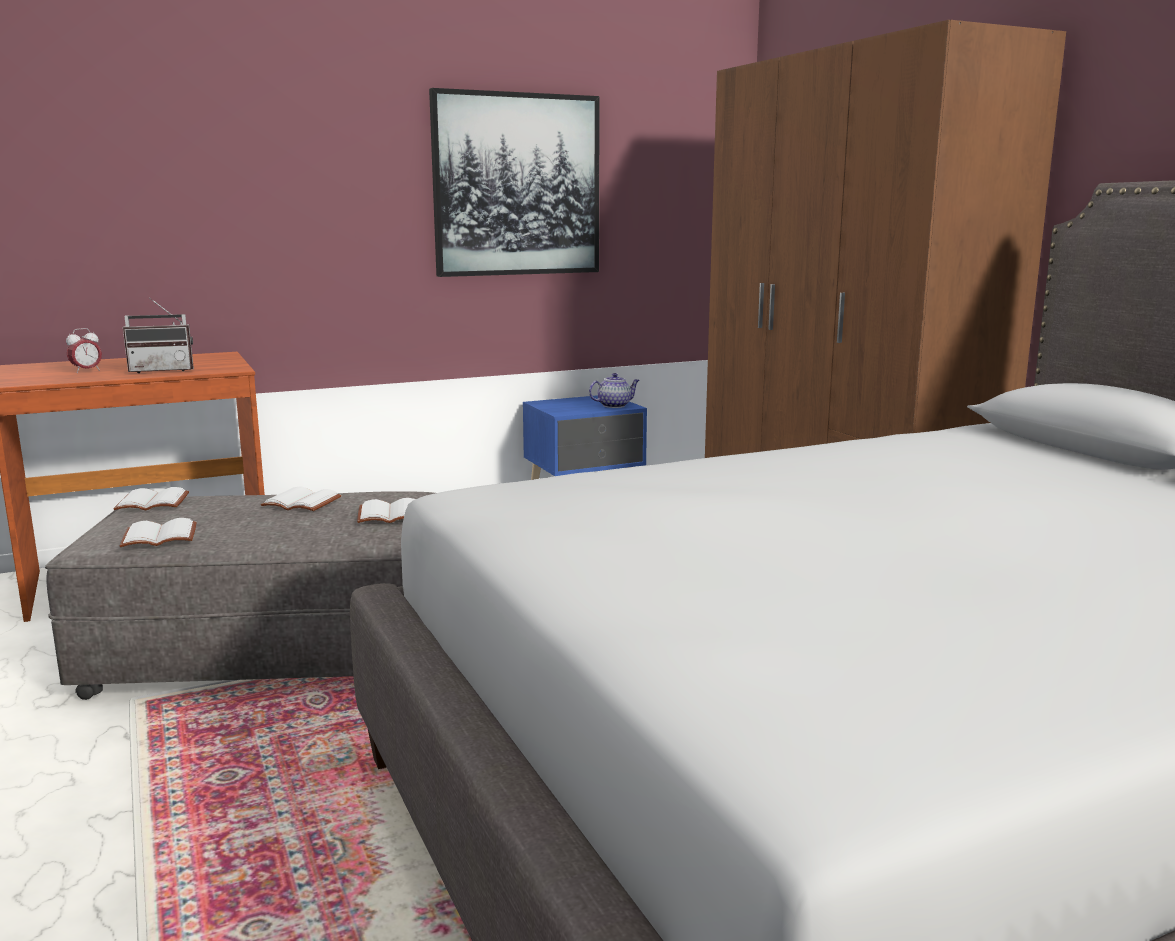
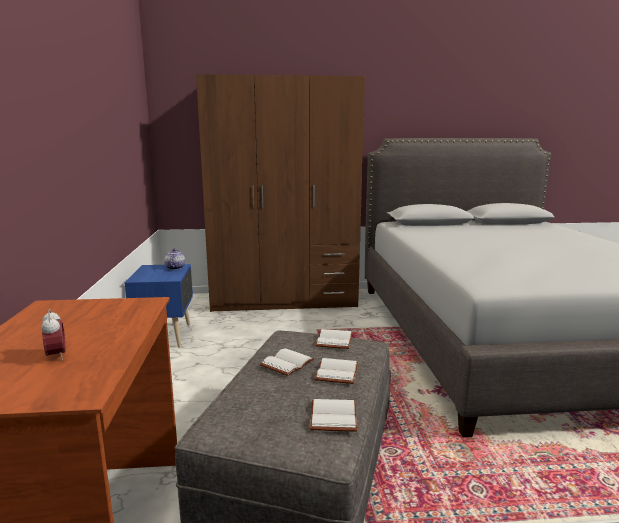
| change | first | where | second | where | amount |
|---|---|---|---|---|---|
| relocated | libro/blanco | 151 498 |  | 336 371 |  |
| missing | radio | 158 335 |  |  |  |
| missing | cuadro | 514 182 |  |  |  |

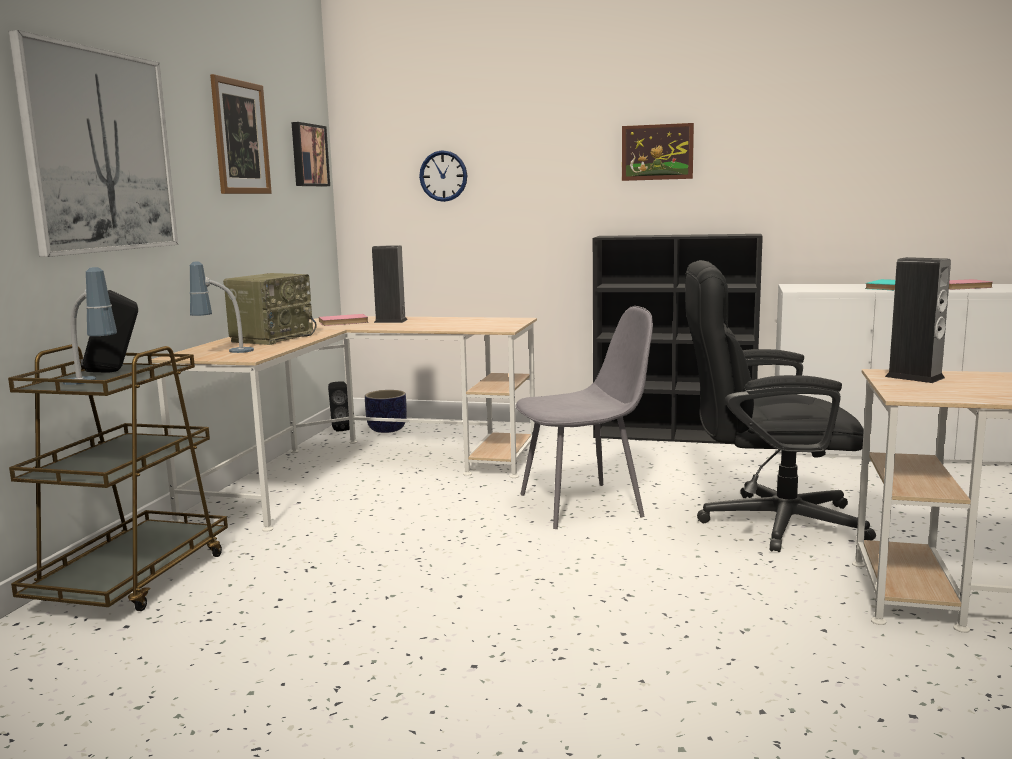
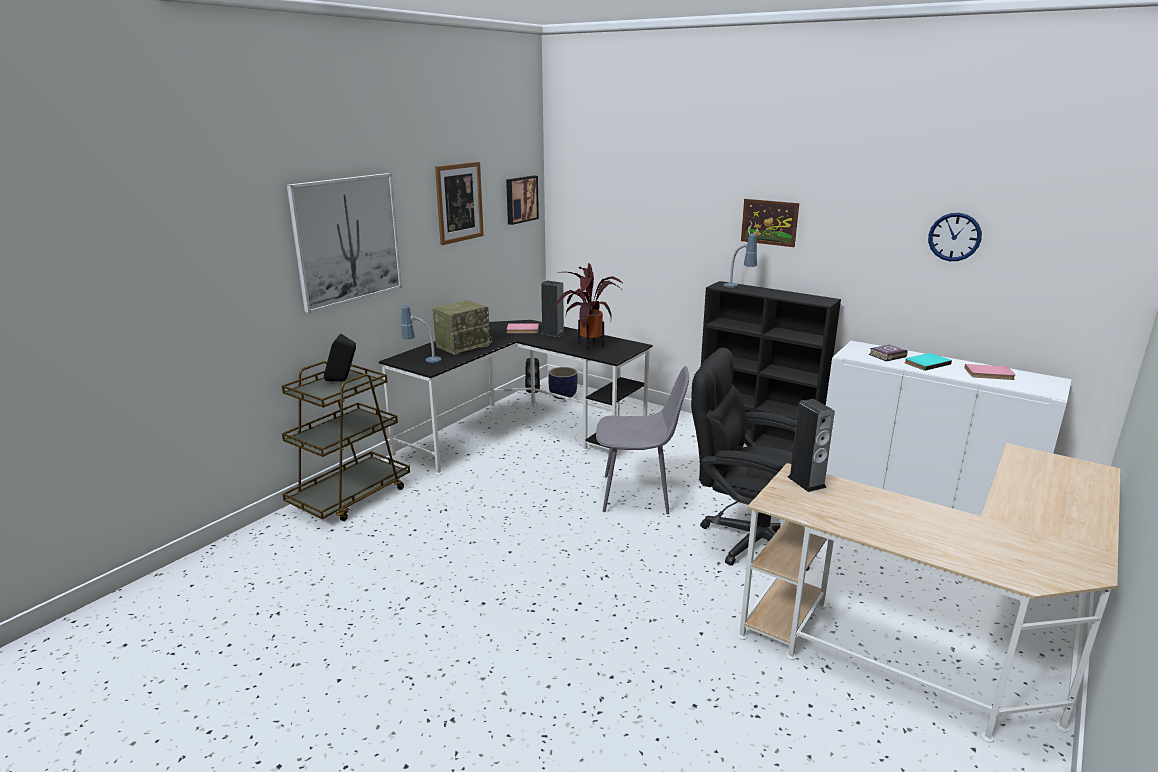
| change | first | where | second | where | amount |
|---|---|---|---|---|---|
| colour | escritorio/beis | 345 424 | escritorio/negro | 516 397 |  |
| appeared |  |  | planta en maceta | 588 306 |  |
| relocated | lámpara de mesa | 90 326 |  | 740 260 |  |
| appeared |  |  | libro | 888 353 |  |
| relocated | reloj de pared | 443 176 |  | 955 237 |  |

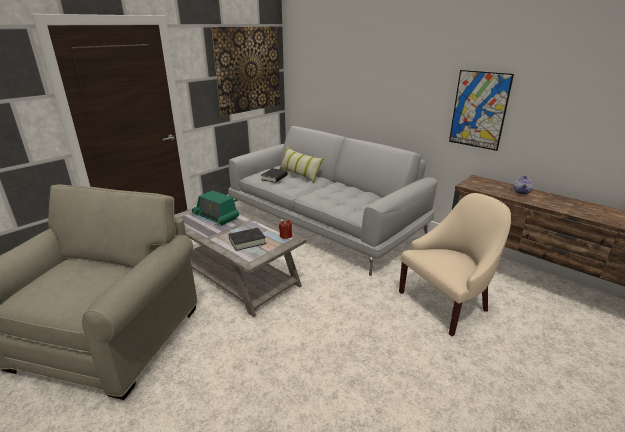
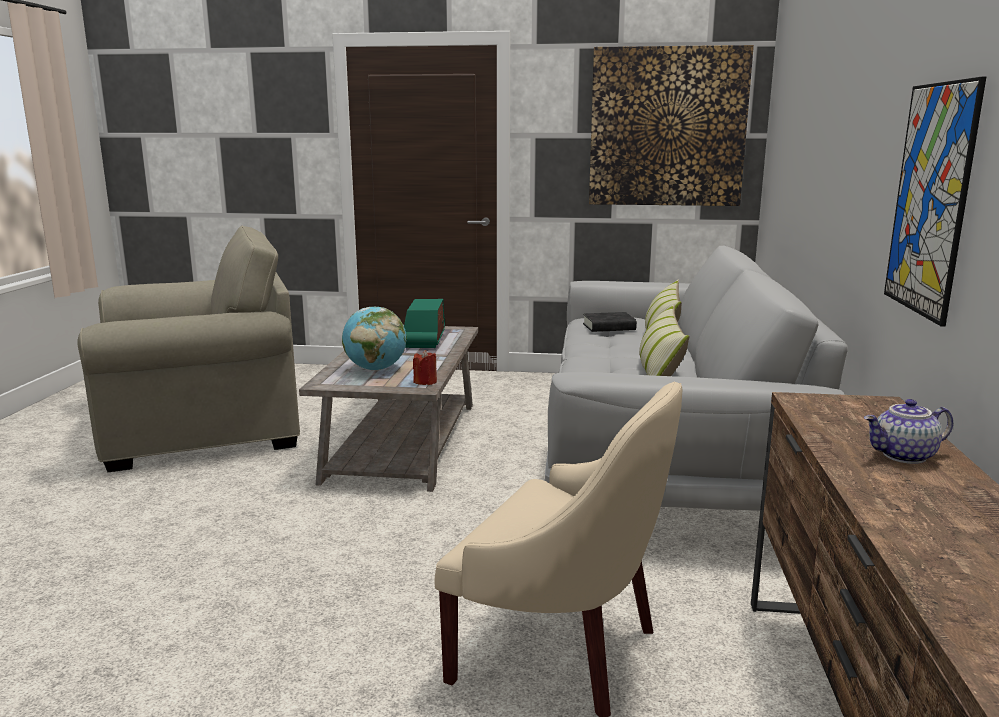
| change | first | where | second | where | amount |
|---|---|---|---|---|---|
| exchanged | libro/negro | 247 239 | globo terráqueo | 374 339 |  |
| appeared |  |  | cojín | 664 340 |  |

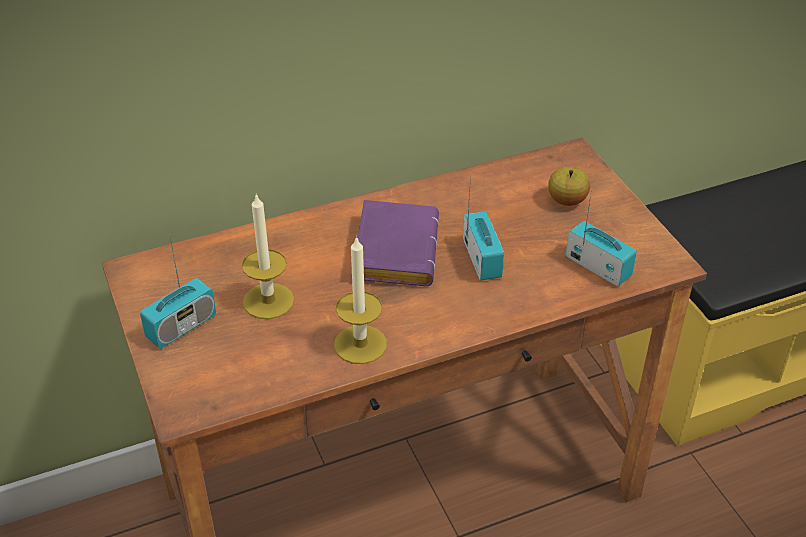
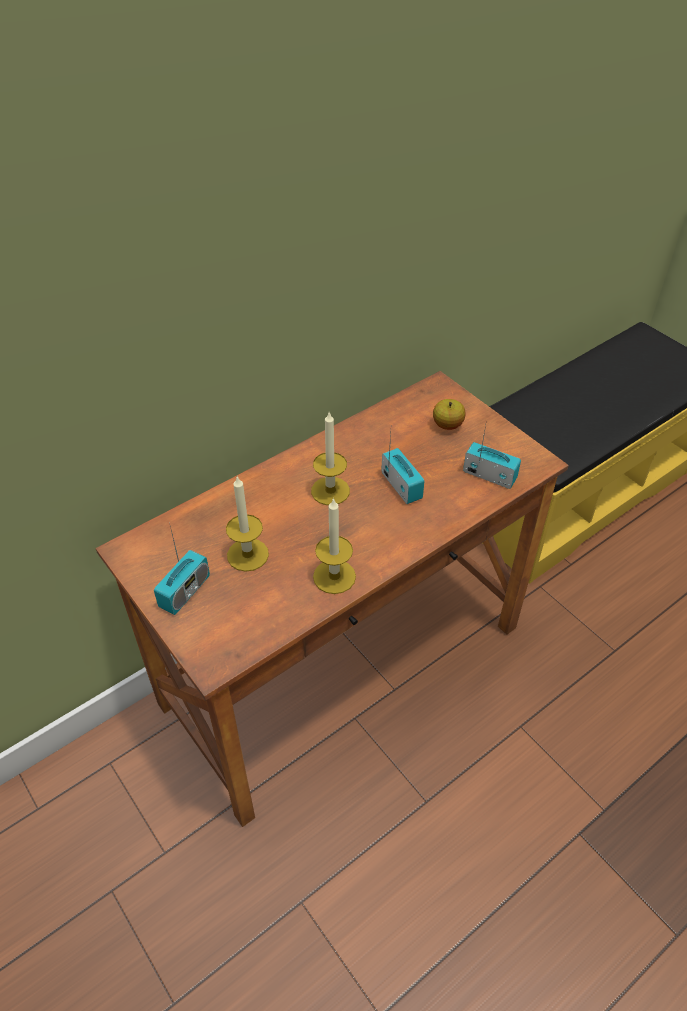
| change | first | where | second | where | amount |
|---|---|---|---|---|---|
| exchanged | libro/morado | 398 243 | vela | 330 458 |  |

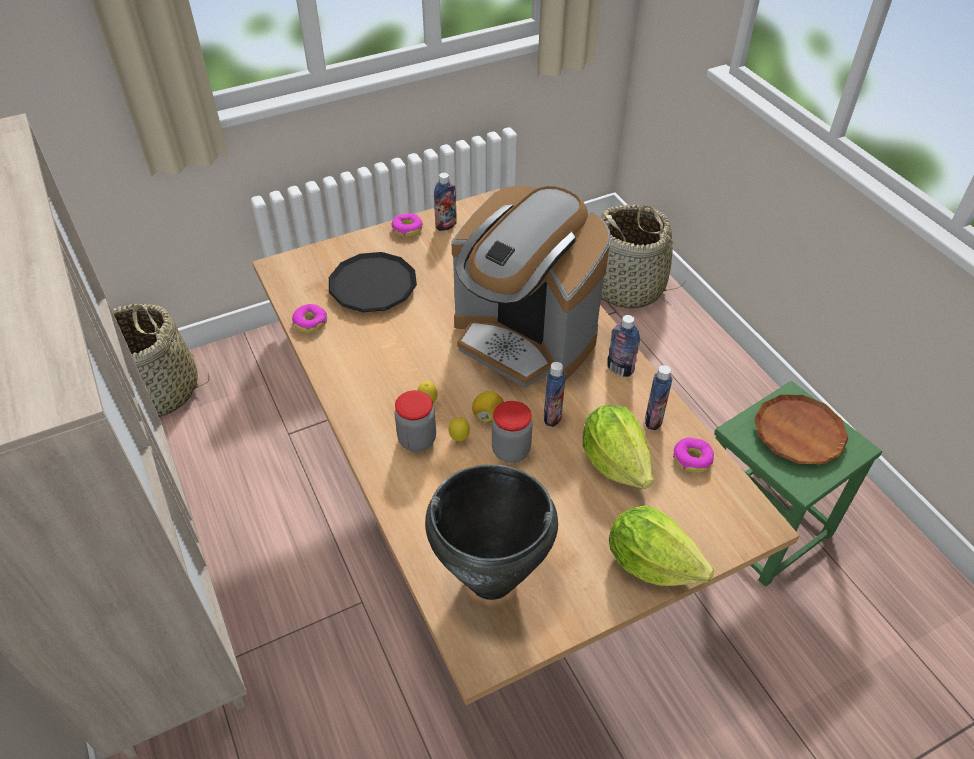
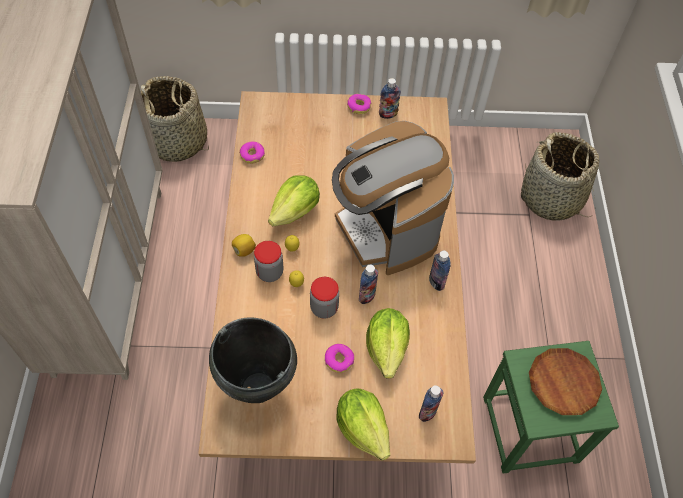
| change | first | where | second | where | amount |
|---|---|---|---|---|---|
| relocated | limón | 488 407 |  | 244 245 |  |
| appeared |  |  | lechuga | 294 200 |  |
| relocated | rosquilla | 693 455 |  | 339 358 |  |
| relocated | botella | 658 397 |  | 431 403 |  |
| missing | plato/negro | 373 282 |  |  |  |

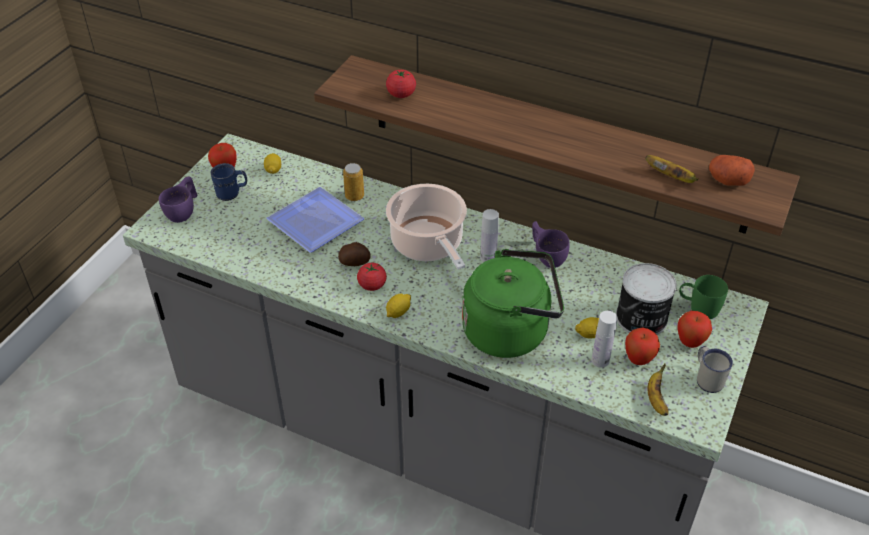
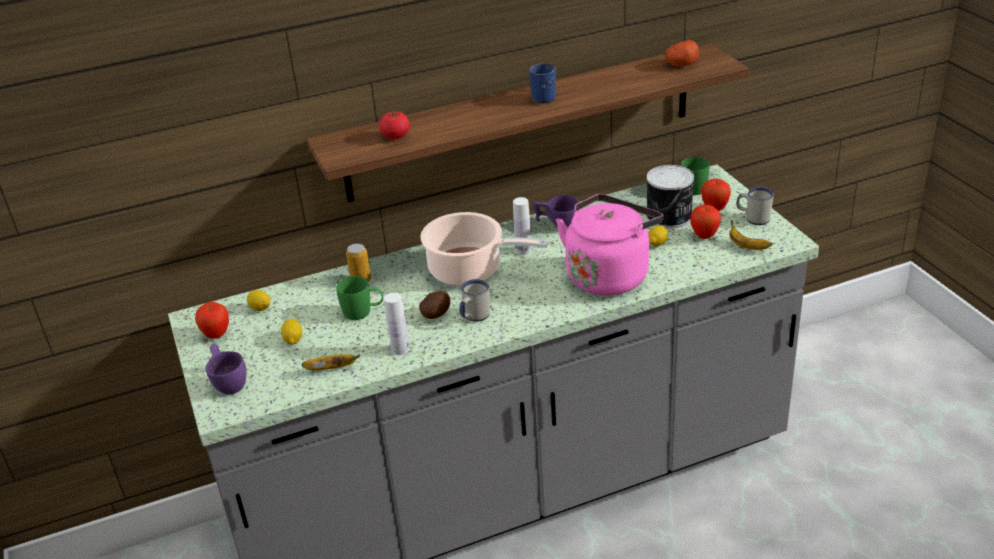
| change | first | where | second | where | amount |
|---|---|---|---|---|---|
| relocated | limón | 398 306 |  | 291 331 |  |
| relocated | plátano | 672 169 |  | 331 362 |  |
| exchanged | plato | 315 220 | taza grande/verde | 359 298 |  |
| relocated | botella/blanco | 604 339 |  | 396 324 |  |
| exchanged | tomate | 372 277 | taza grande/blanco | 474 300 |  |
| relocated | taza grande/azul | 228 182 |  | 543 83 |  |
| colour | hervidor/verde | 513 303 | hervidor/rosa | 609 245 |  |

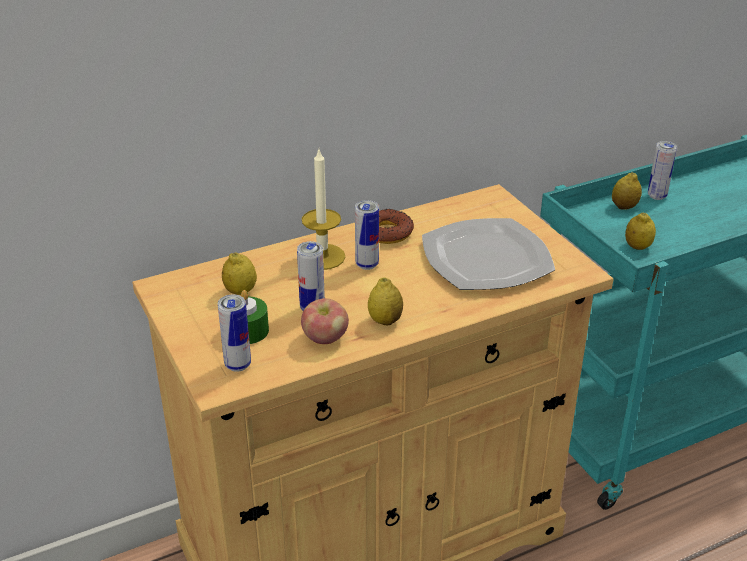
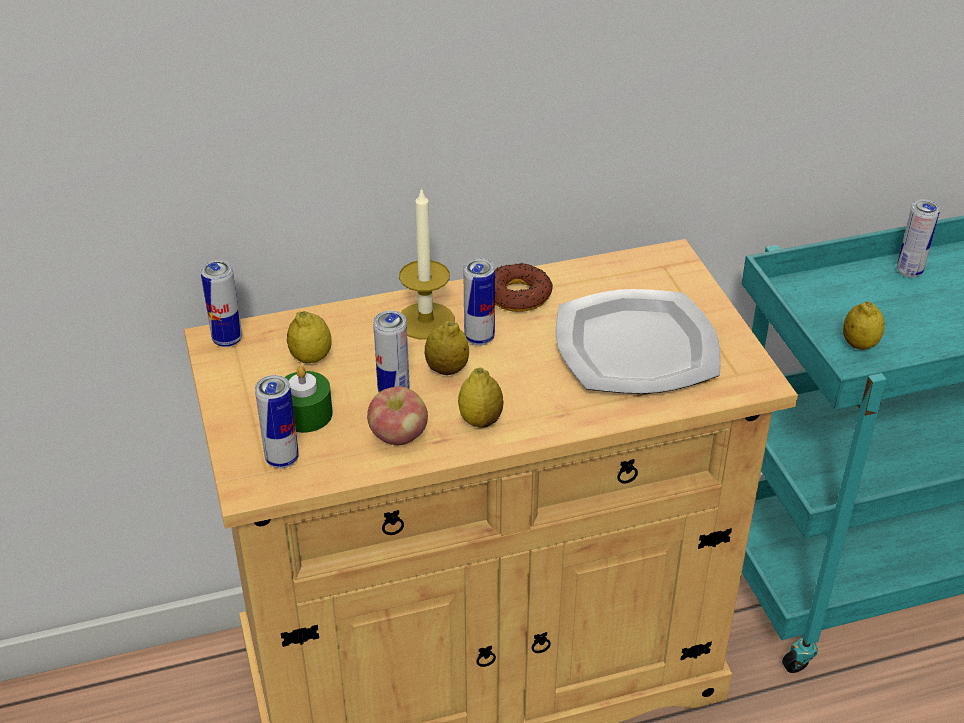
| change | first | where | second | where | amount |
|---|---|---|---|---|---|
| appeared |  |  | lata | 221 303 |  |
| relocated | limón | 627 191 |  | 447 348 |  |

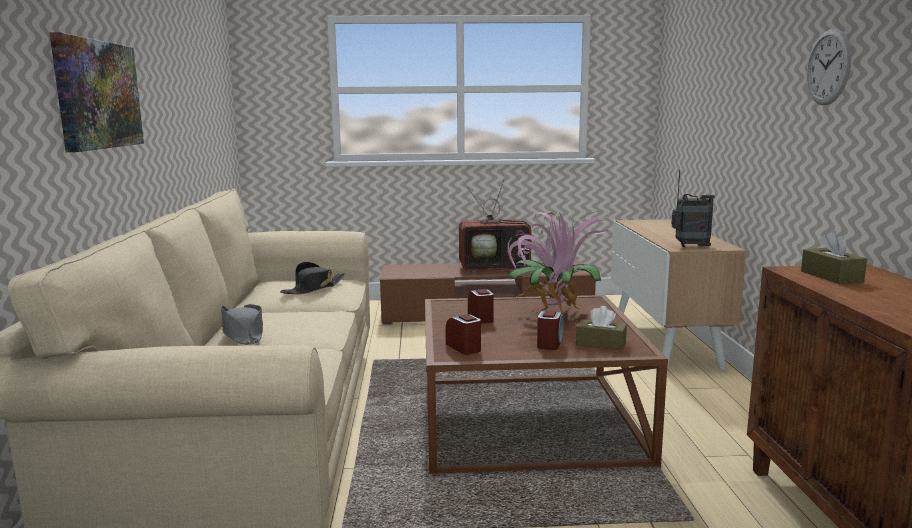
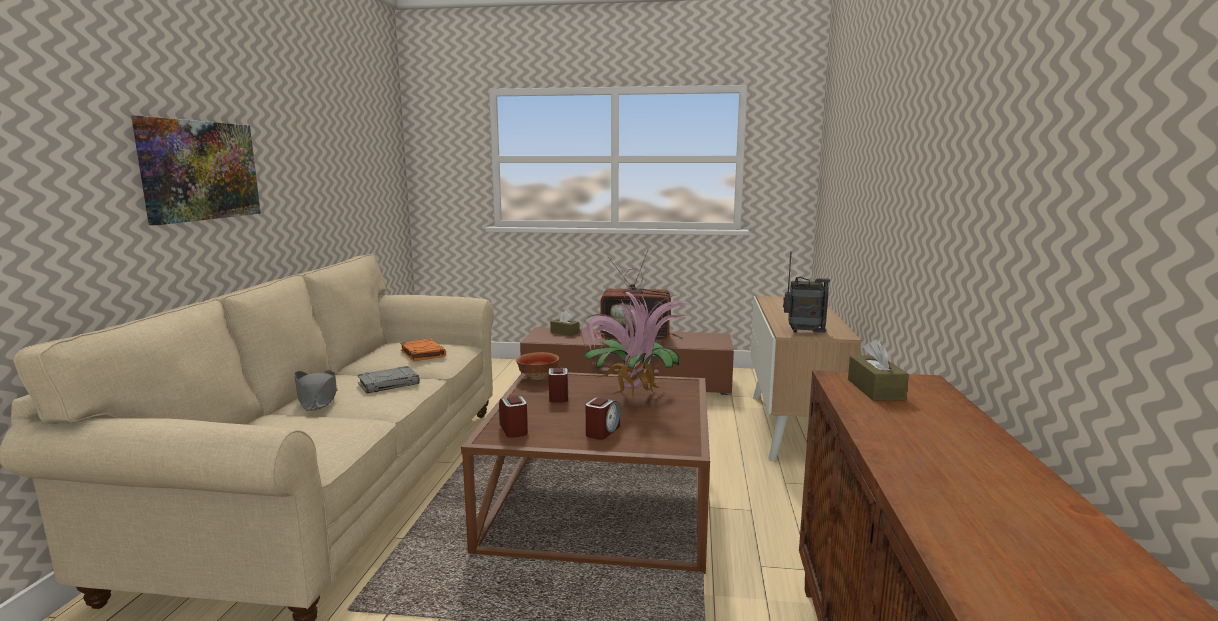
| change | first | where | second | where | amount |
|---|---|---|---|---|---|
| appeared |  |  | libro/gris | 388 379 |  |
| exchanged | sombrero/negro | 312 278 | libro/naranja | 423 350 |  |
| appeared |  |  | cuenco | 537 366 |  |
| relocated | caja de pañuelos/marrón | 601 328 |  | 564 323 |  |
| missing | reloj de pared | 828 67 |  |  |  |

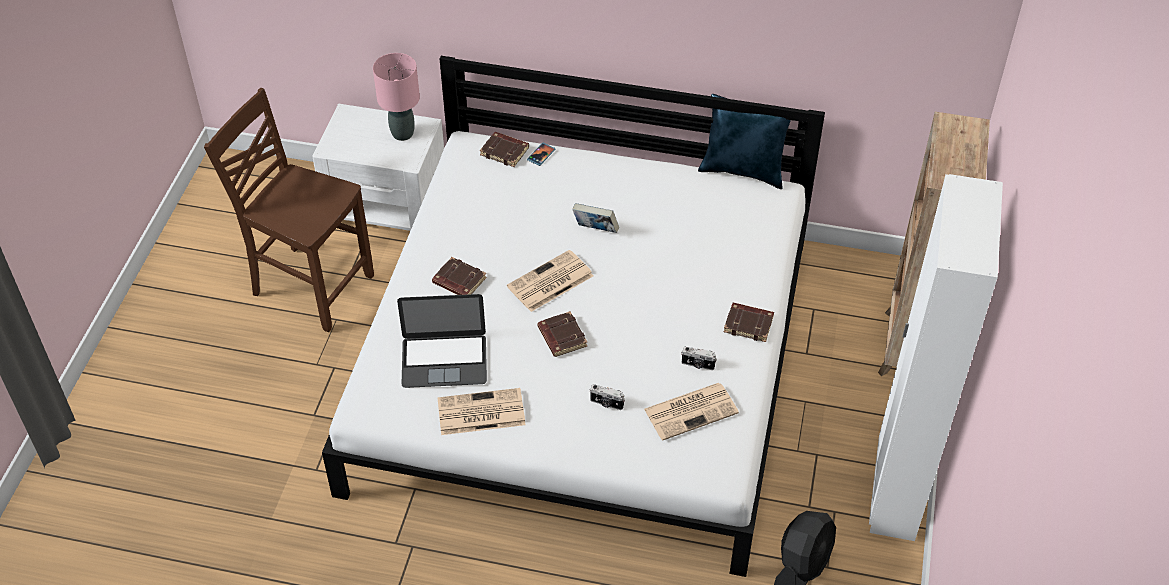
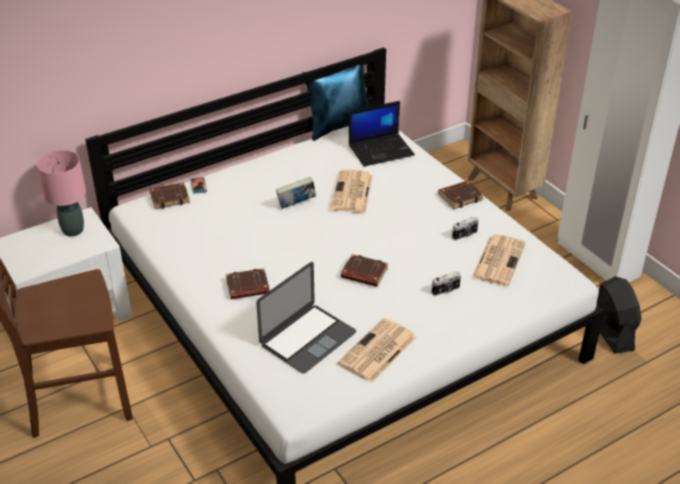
| change | first | where | second | where | amount |
|---|---|---|---|---|---|
| relocated | periódico | 550 281 |  | 352 191 |  |
| appeared |  |  | portátil | 382 134 |  |

